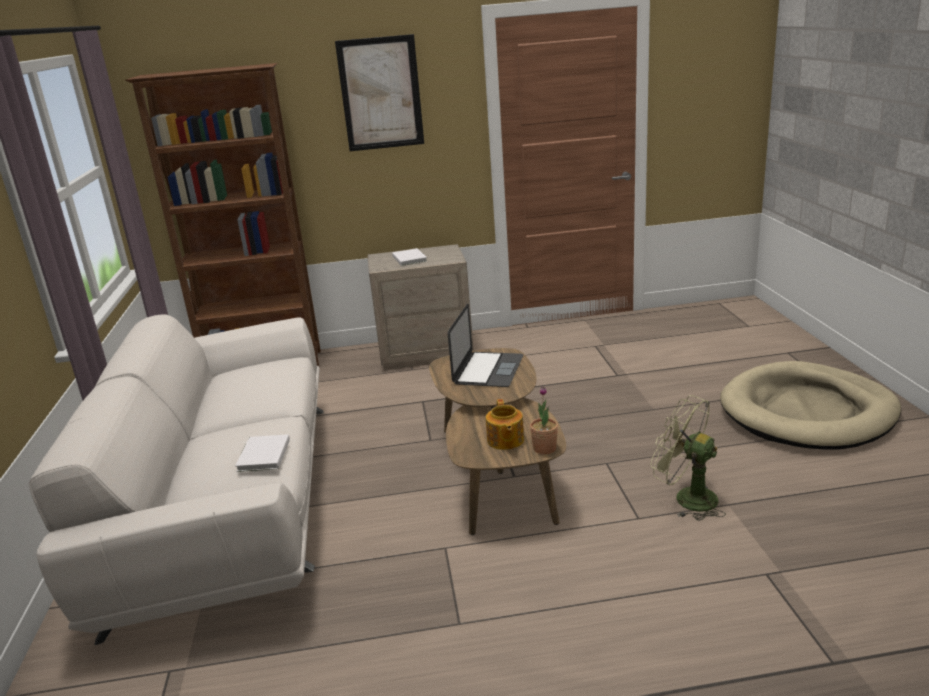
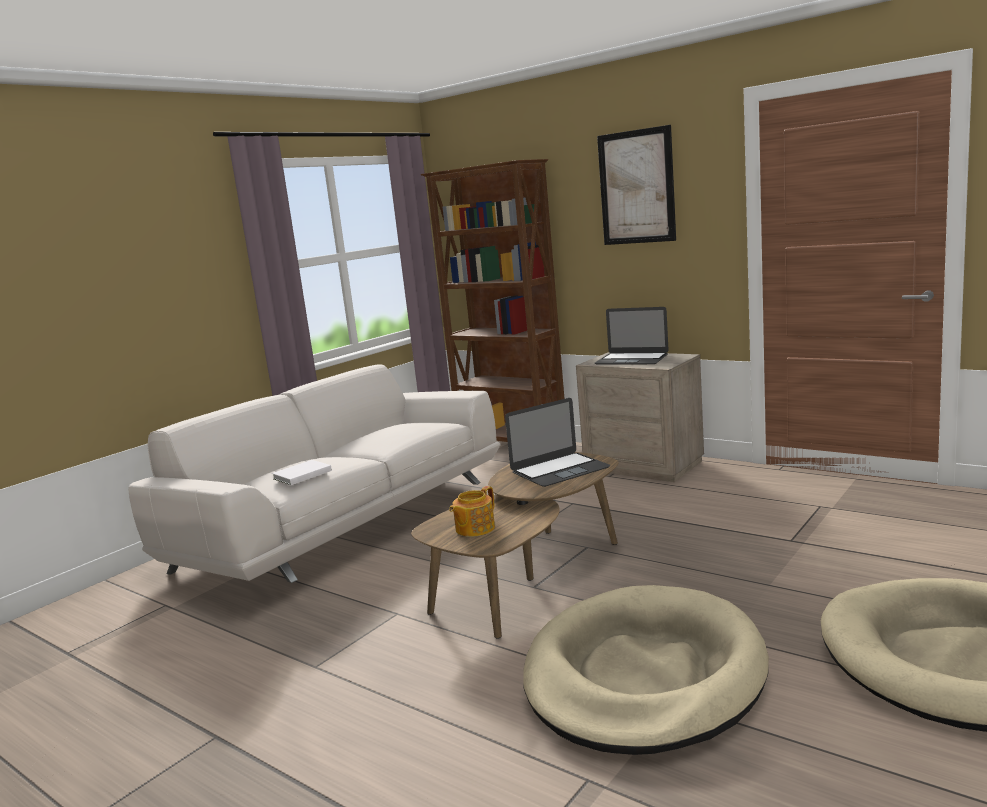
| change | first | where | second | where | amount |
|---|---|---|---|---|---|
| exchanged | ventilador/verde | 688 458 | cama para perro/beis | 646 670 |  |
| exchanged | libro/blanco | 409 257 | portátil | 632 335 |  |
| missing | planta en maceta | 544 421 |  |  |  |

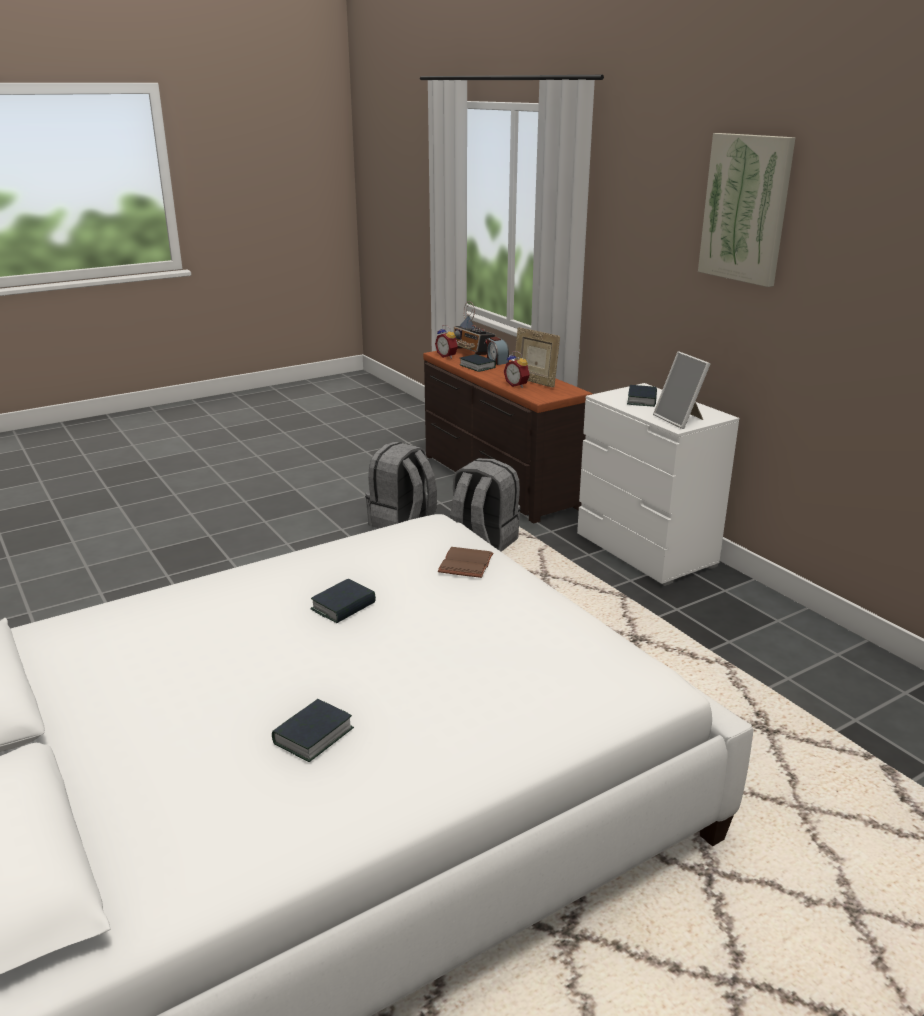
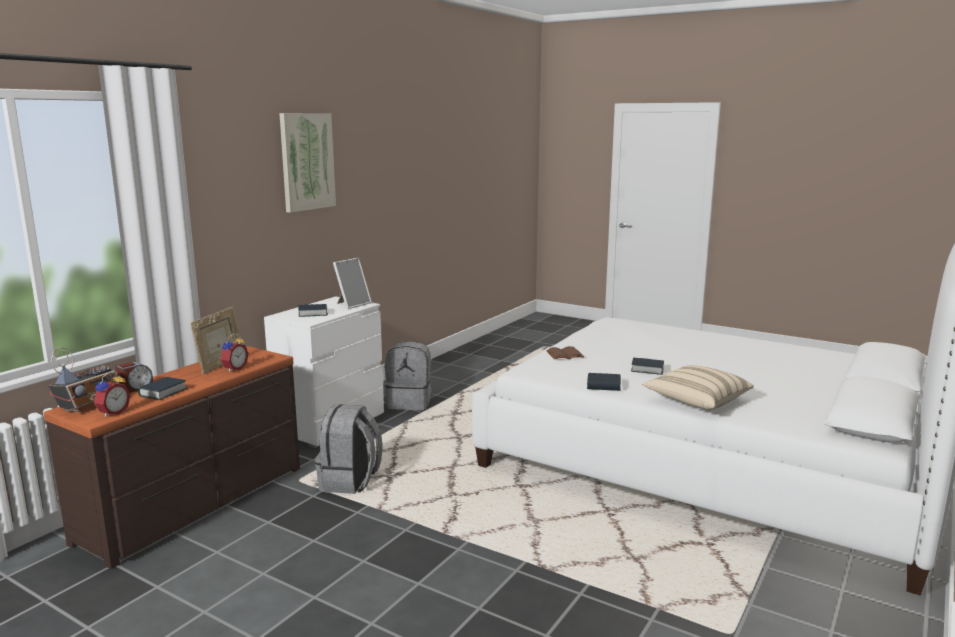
| change | first | where | second | where | amount |
|---|---|---|---|---|---|
| relocated | mochila/gris | 401 485 |  | 408 375 |  |
| relocated | libro | 313 730 |  | 604 382 |  |
| appeared |  |  | cojín/beis | 698 387 |  |

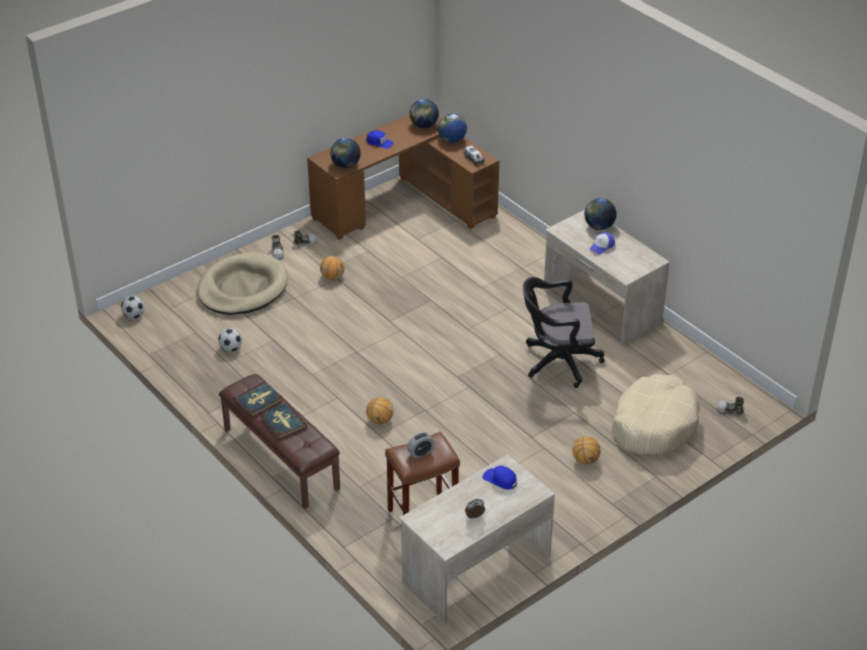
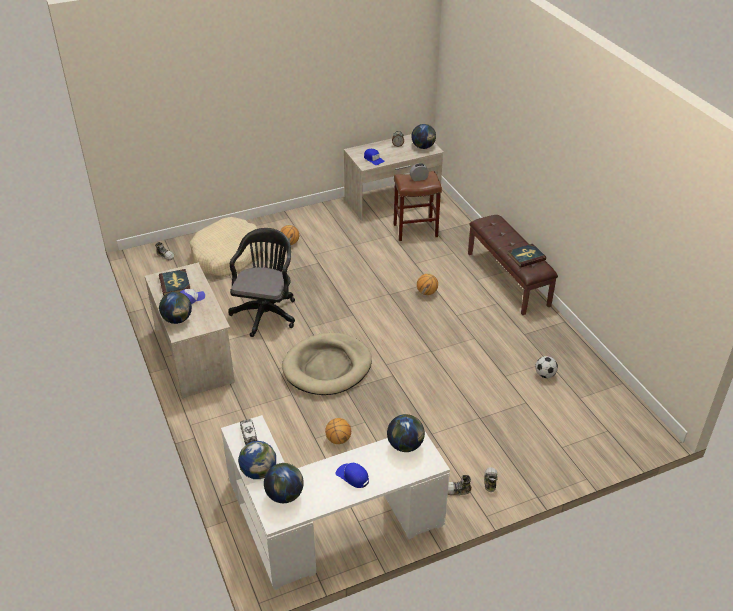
| change | first | where | second | where | amount |
|---|---|---|---|---|---|
| relocated | libro | 283 421 |  | 174 282 |  |
| colour | escritorio/marrón | 403 177 | escritorio/blanco | 335 502 |  |
| spun | silla de oficina/negro | 564 332 |  | 262 282 | 90 degrees counterclockwise |
| relocated | cama para perro/beis | 242 283 |  | 327 364 |  |
| relocated | balón de baloncesto | 332 268 |  | 338 431 |  |
| appeared |  |  | globo terráqueo | 423 136 |  |
| missing | balón de fútbol | 133 307 |  |  |  |

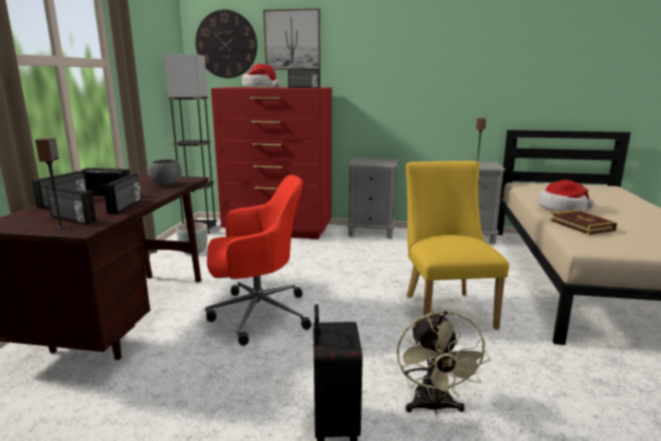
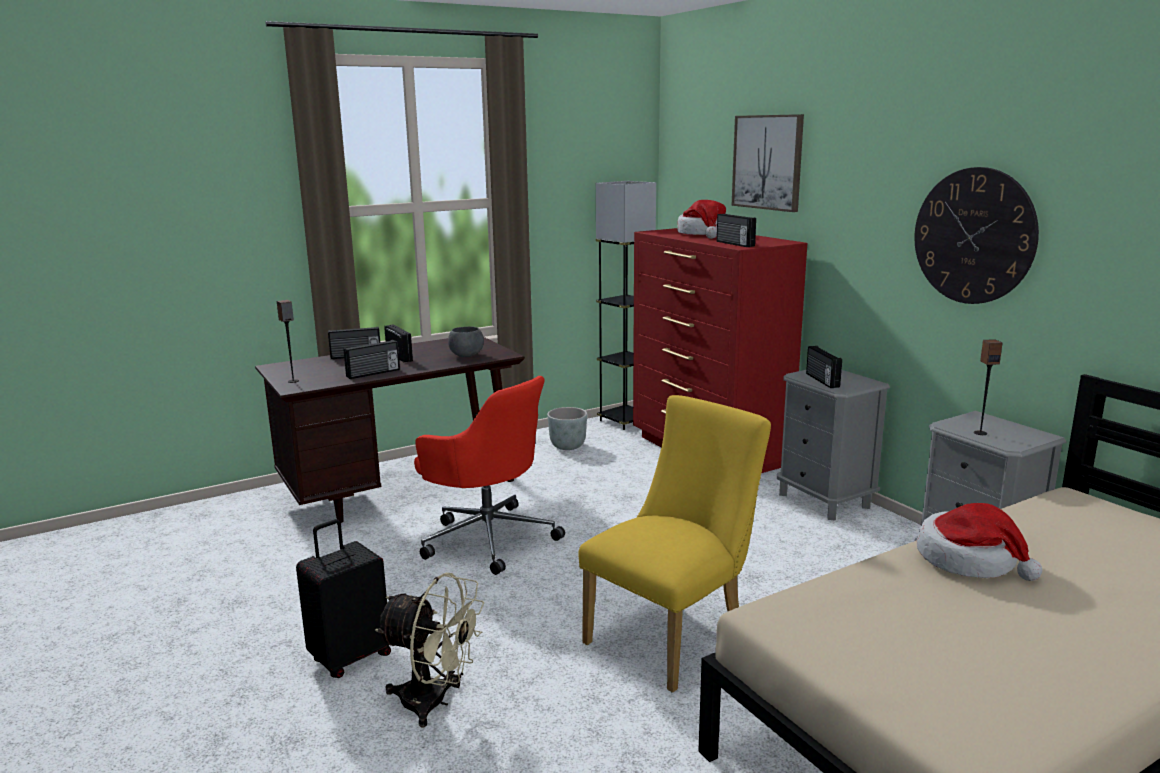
| change | first | where | second | where | amount |
|---|---|---|---|---|---|
| spun | ventilador/beis | 444 363 |  | 429 650 | 120 degrees counterclockwise |
| relocated | radio | 71 205 |  | 824 367 |  |
| relocated | reloj de pared | 226 44 |  | 977 235 |  |
| missing | libro | 583 222 |  |  |  |

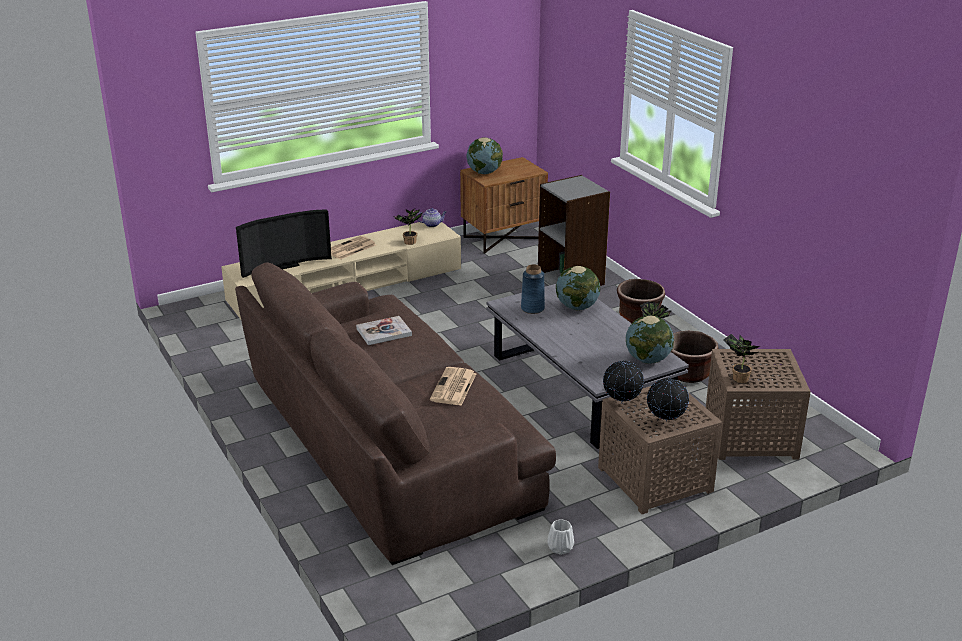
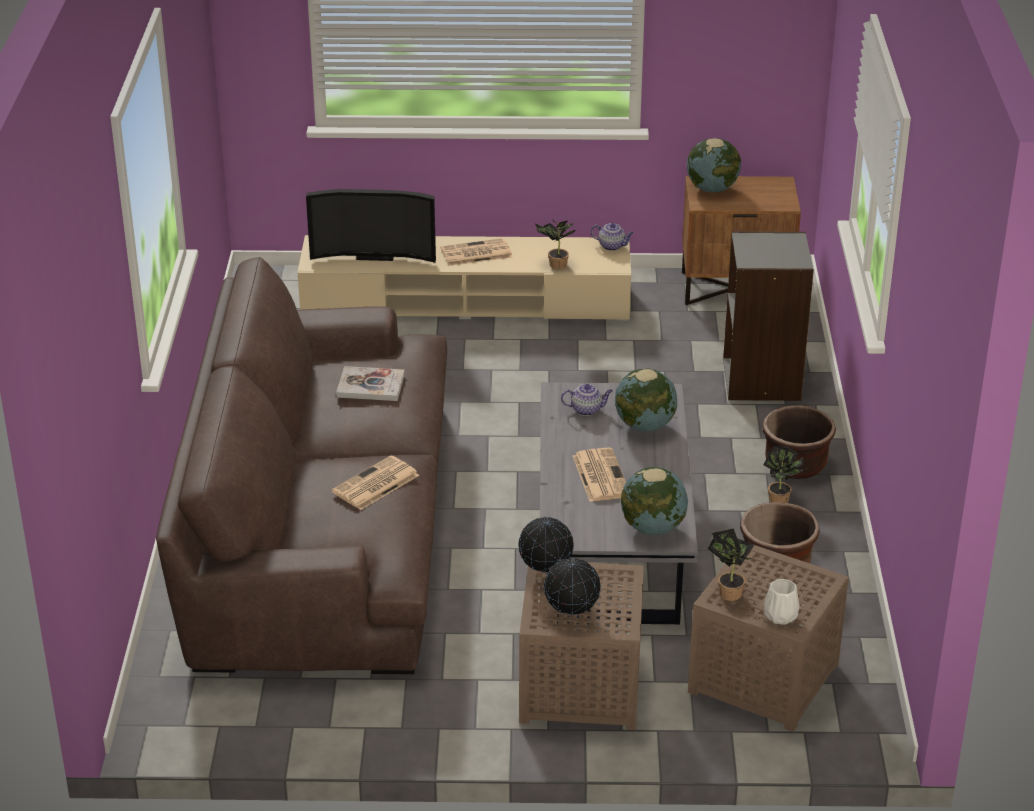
| change | first | where | second | where | amount |
|---|---|---|---|---|---|
| exchanged | florero/azul | 533 289 | tetera | 587 400 |  |
| appeared |  |  | periódico | 599 475 |  |
| relocated | florero/blanco | 560 537 |  | 782 602 |  |

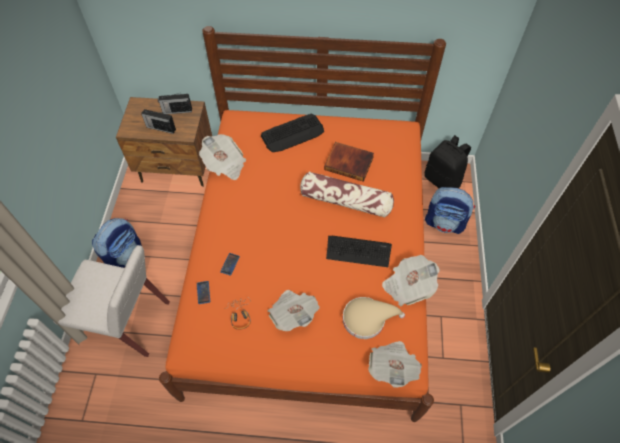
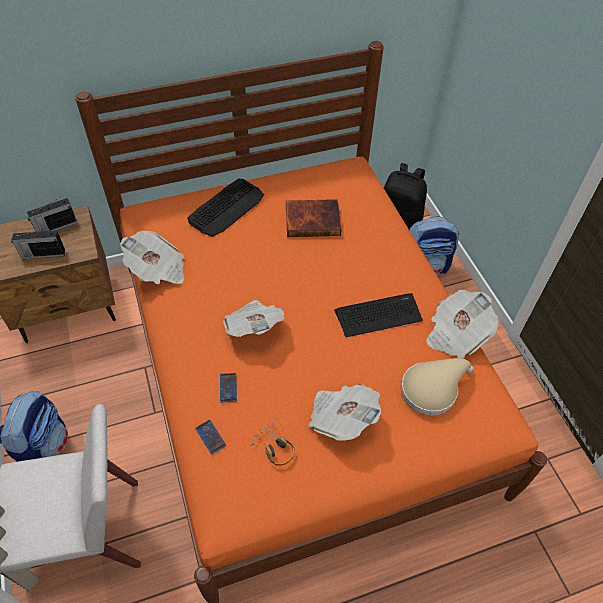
| change | first | where | second | where | amount |
|---|---|---|---|---|---|
| relocated | periódico | 395 364 |  | 254 318 |  |
| missing | cojín | 347 194 |  |  |  |

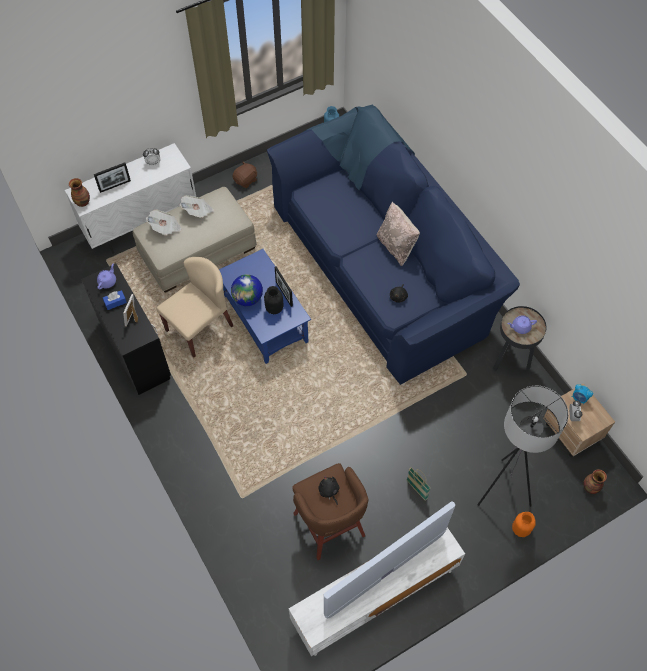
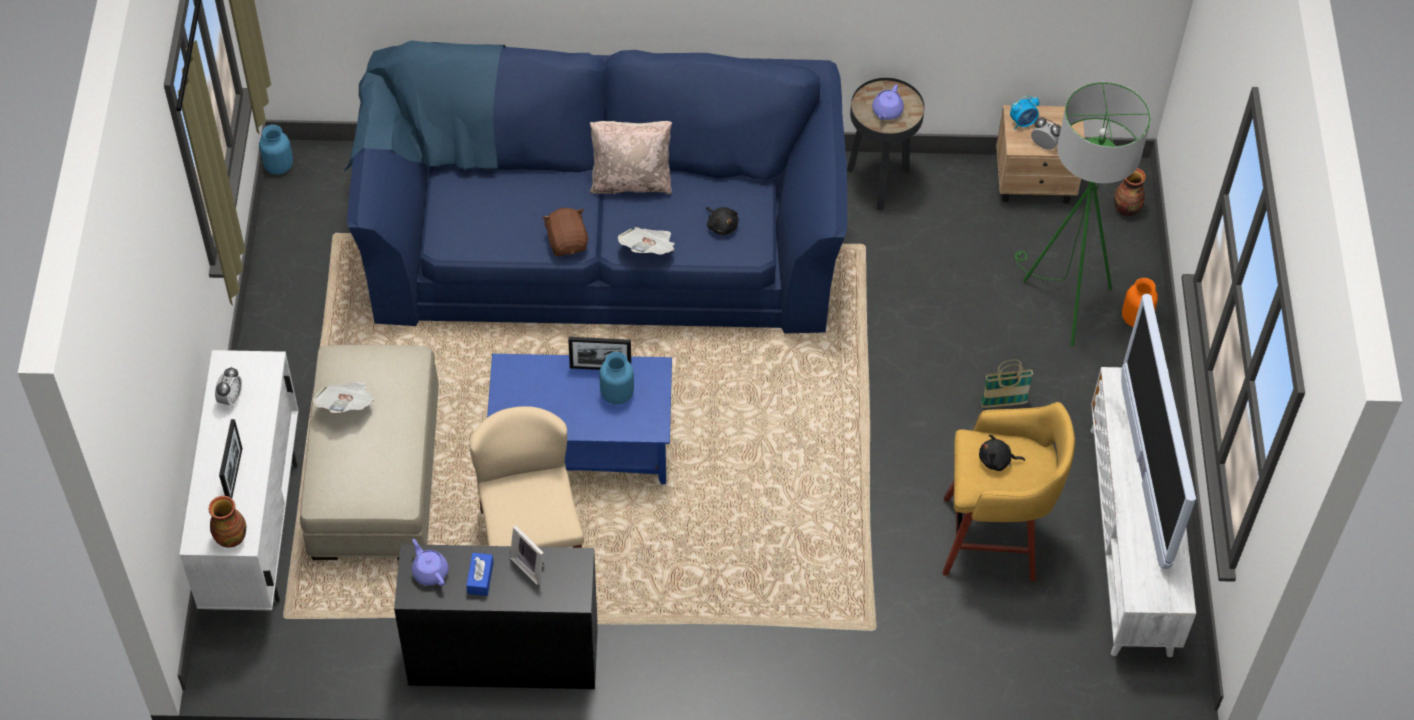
| change | first | where | second | where | amount |
|---|---|---|---|---|---|
| relocated | peluche/marrón | 244 175 |  | 565 232 |  |
| colour | florero/negro | 273 300 | florero/azul | 616 378 |  |
| relocated | periódico | 164 222 |  | 646 241 |  |
| colour | taburete/marrón | 330 511 | taburete/amarillo | 1009 491 |  |
| colour | lámpara de pie/gris | 523 446 | lámpara de pie/verde | 1083 214 |  |
| missing | globo terráqueo | 247 290 |  |  |  |

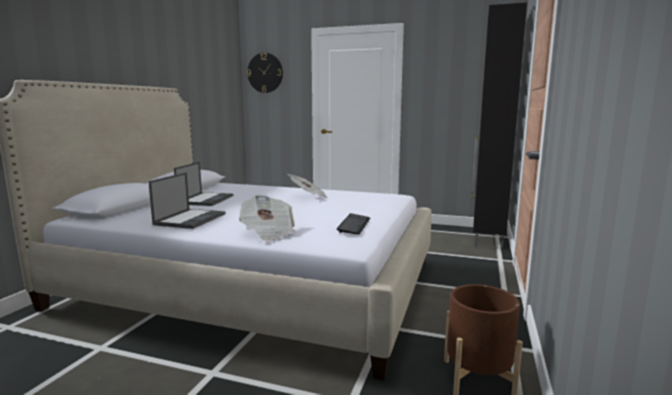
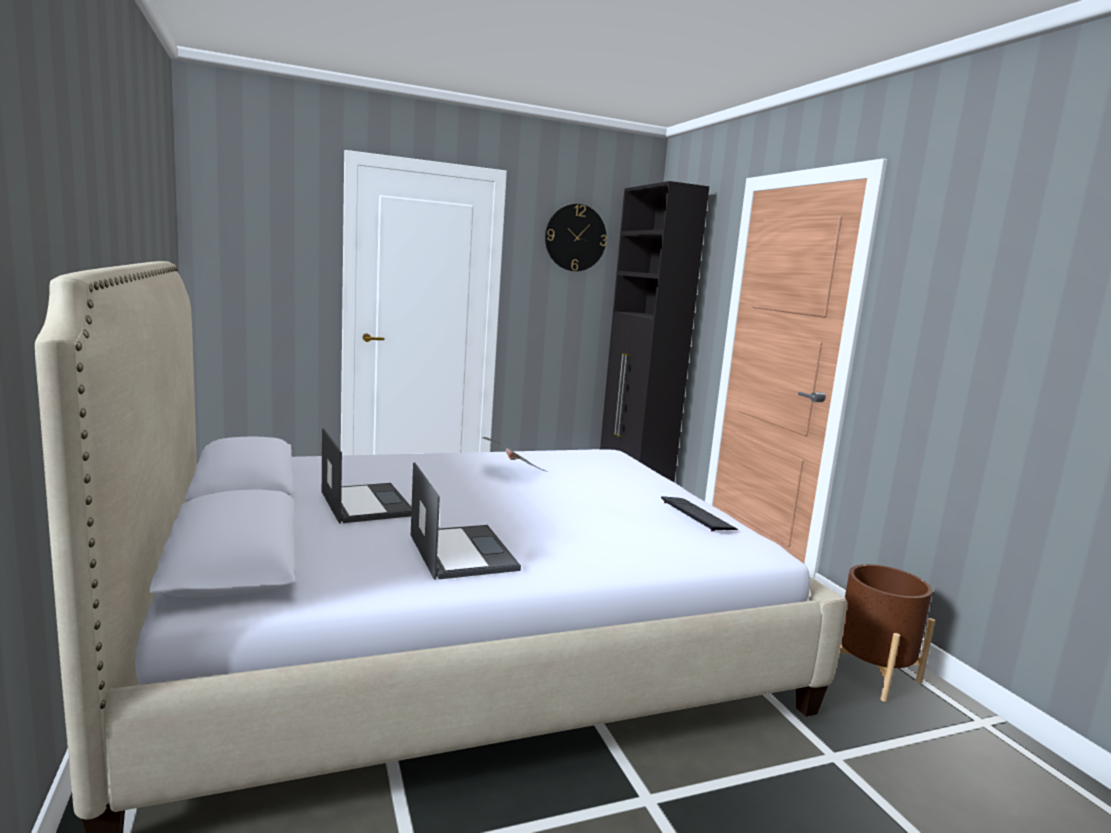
| change | first | where | second | where | amount |
|---|---|---|---|---|---|
| relocated | reloj de pared | 265 73 |  | 576 237 |  |
| missing | periódico | 267 218 |  |  |  |

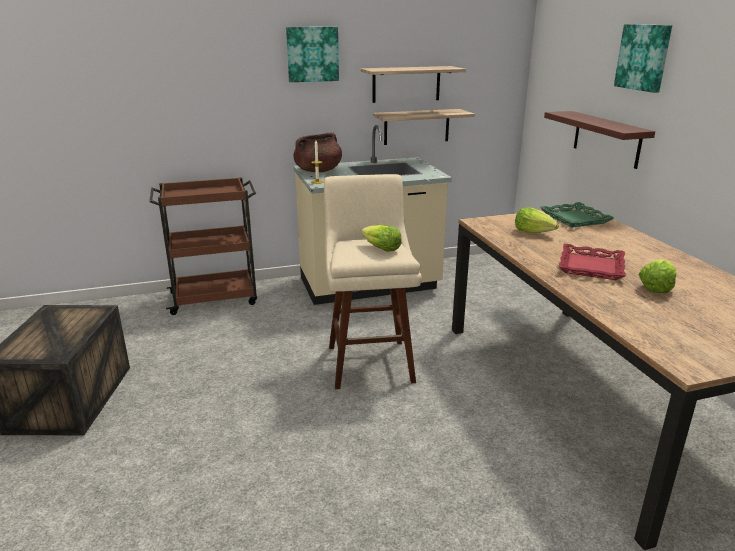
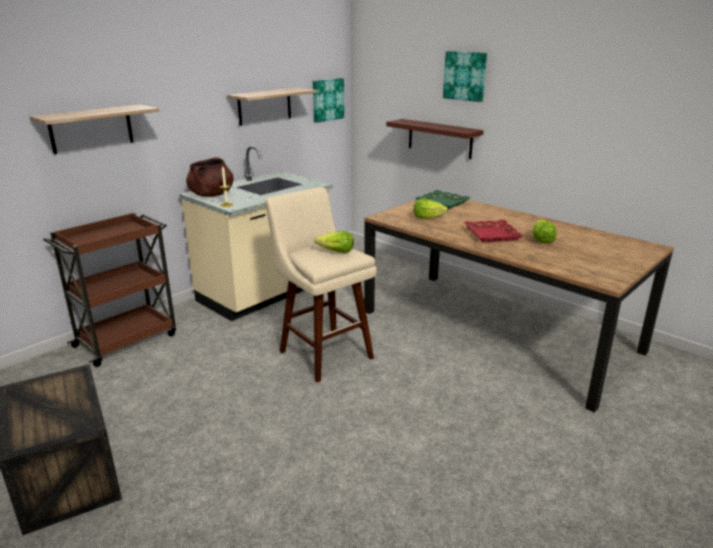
| change | first | where | second | where | amount |
|---|---|---|---|---|---|
| relocated | estante | 424 127 |  | 94 129 |  |
| relocated | cuadro | 312 54 |  | 328 100 |  |

